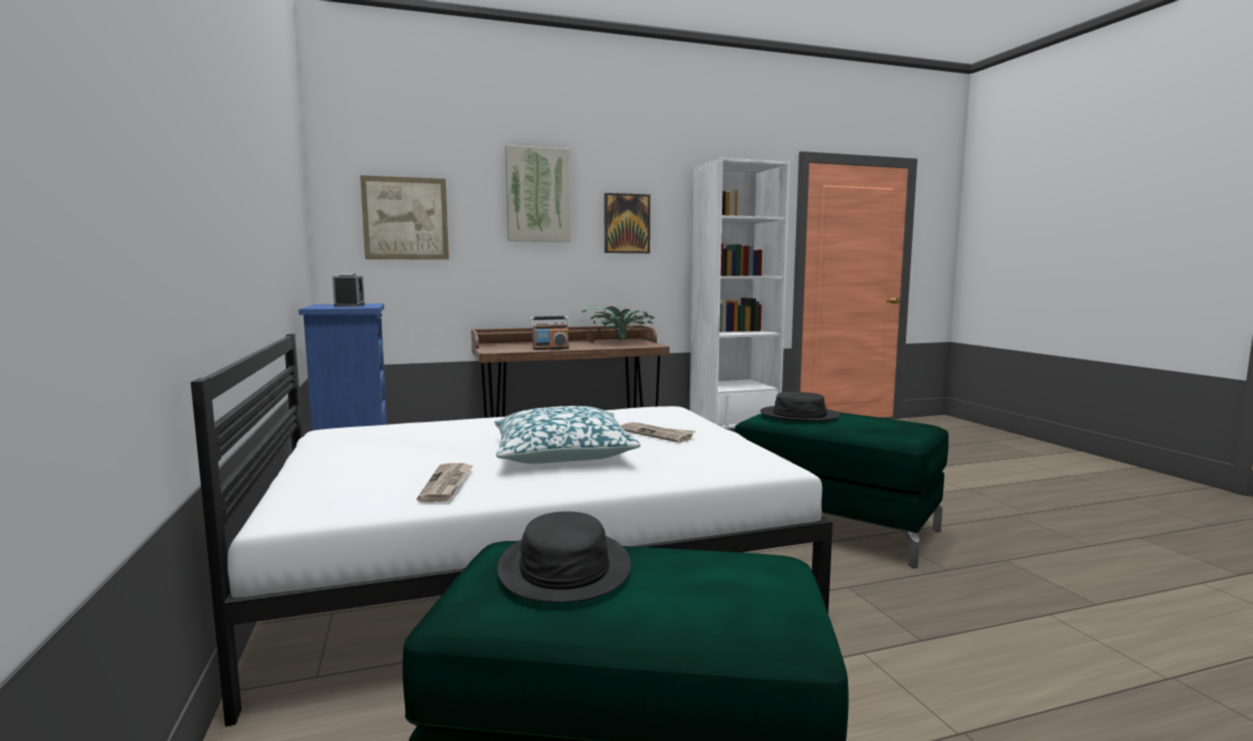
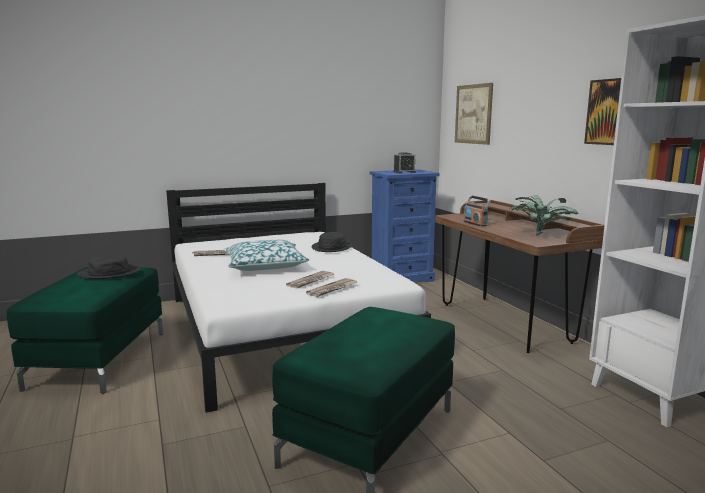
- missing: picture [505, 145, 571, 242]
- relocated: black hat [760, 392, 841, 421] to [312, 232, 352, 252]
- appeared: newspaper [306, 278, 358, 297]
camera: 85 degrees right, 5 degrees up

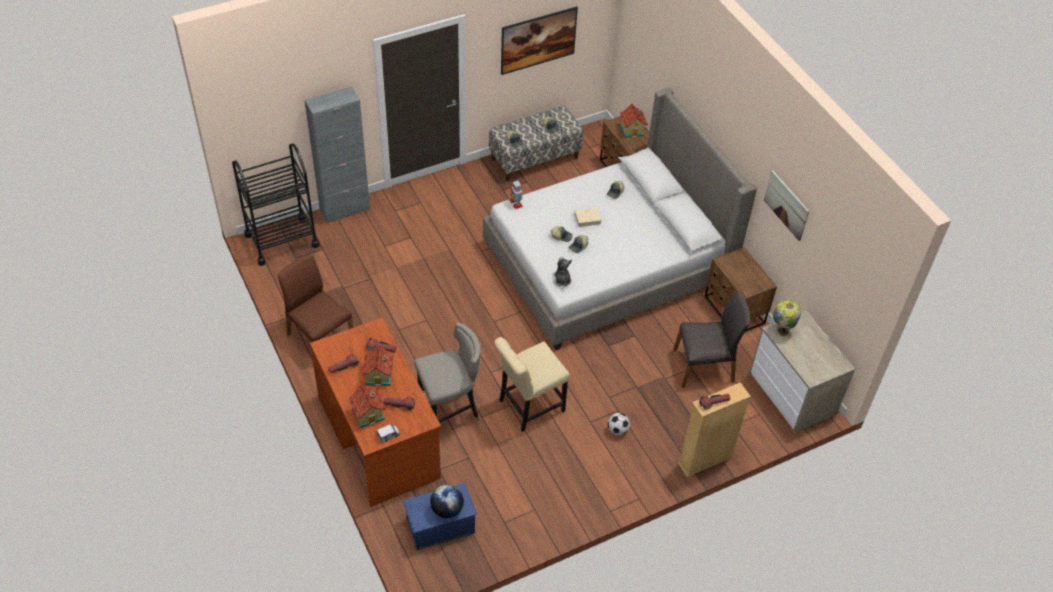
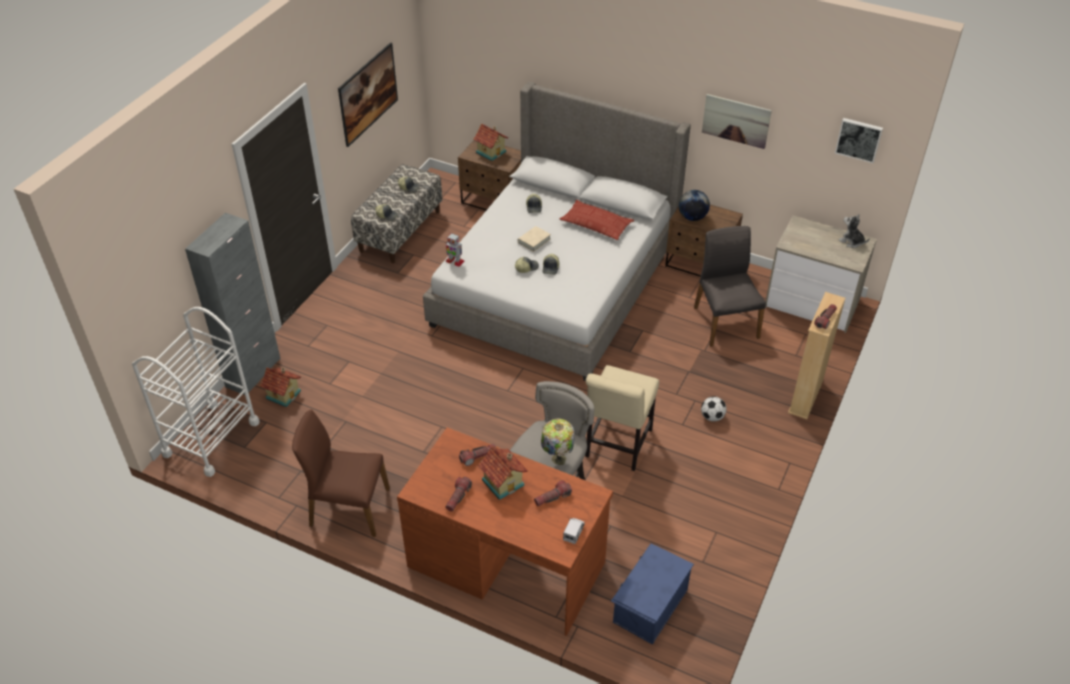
- colour: black cart [232, 143, 319, 266] to white cart [132, 307, 260, 477]
- relocated: plush toy [553, 256, 572, 286] to [839, 214, 870, 248]
- spun: grey chair [673, 291, 750, 388] = [694, 226, 766, 347] 60 degrees counterclockwise
- relocated: table lamp [773, 299, 801, 336] to [541, 419, 575, 465]
- relocated: toy house [348, 385, 386, 428] to [260, 367, 301, 407]
- relocated: globe [430, 485, 464, 518] to [679, 190, 710, 221]
- appeared: picture [835, 118, 883, 163]
- appeared: pillow [560, 200, 634, 240]
camera: 35 degrees left, 5 degrees down

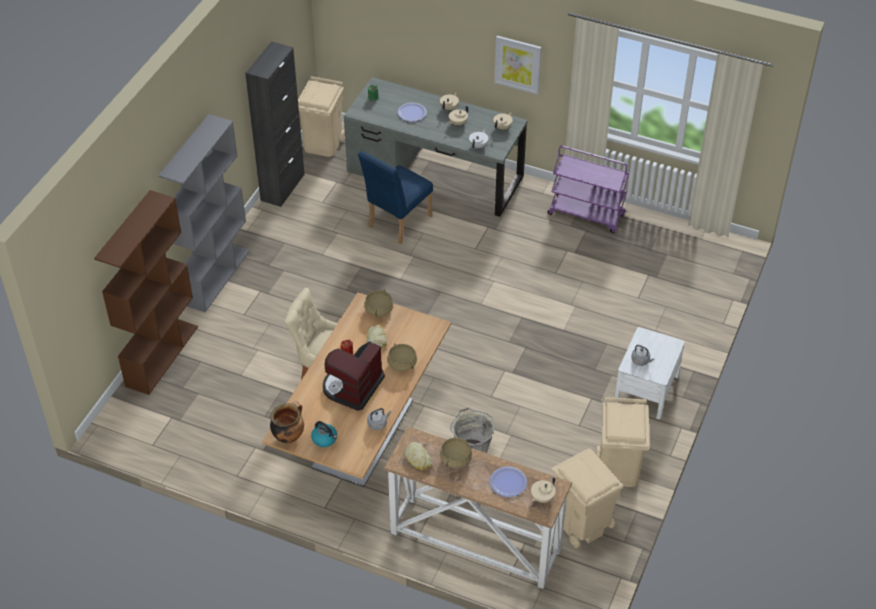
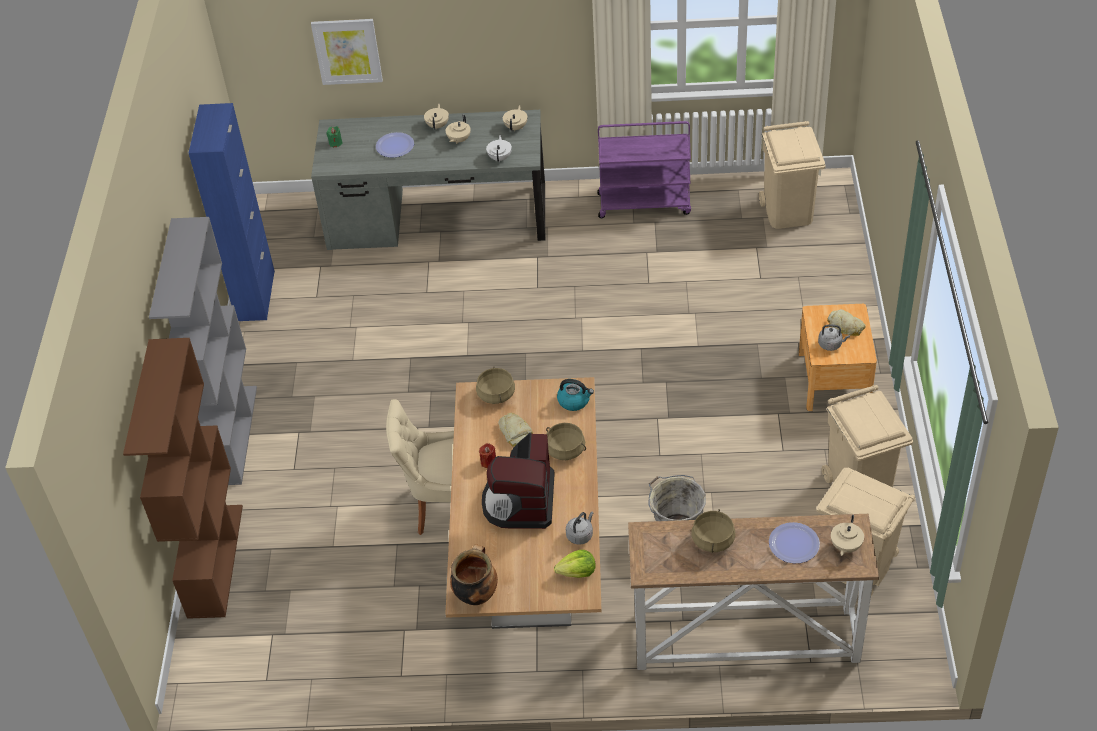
- relocated: picture [494, 36, 541, 95] to [311, 19, 383, 85]
- colour: black cabinet [245, 41, 305, 207] to blue cabinet [189, 103, 275, 321]
- relocated: beige trash can [298, 76, 345, 157] to [759, 121, 825, 229]
- missing: blue chair [358, 151, 433, 244]
- colour: white nightstand [614, 327, 685, 419] to brown nightstand [799, 304, 877, 411]
- relocated: kettle [311, 421, 337, 447] to [557, 379, 594, 411]
- relocated: bread [404, 442, 432, 471] to [827, 309, 866, 336]
- appeared: lettuce [554, 550, 596, 578]
camera: 20 degrees left, 0 degrees up

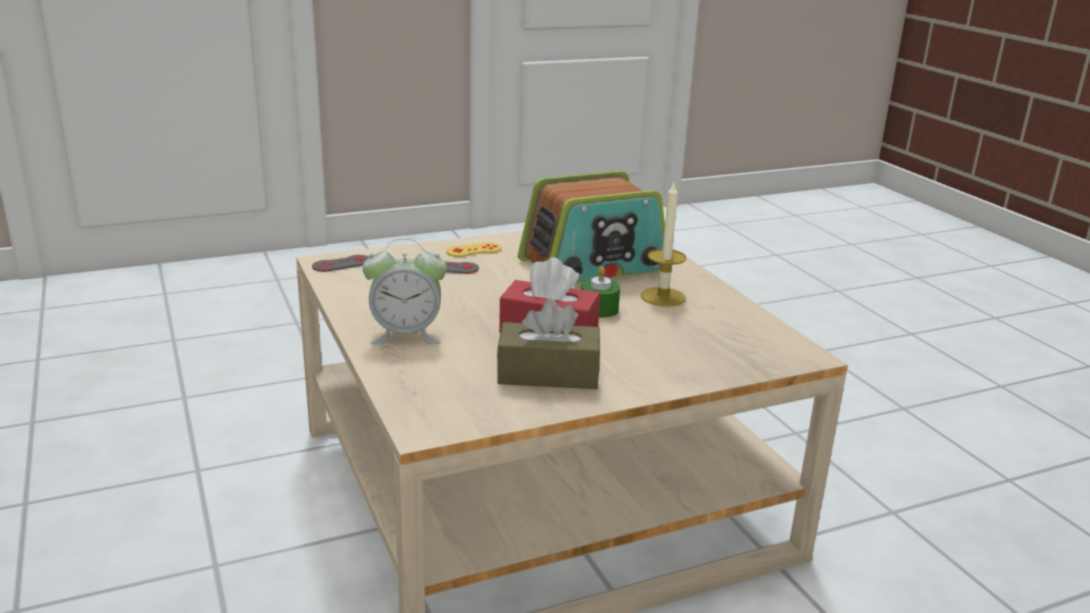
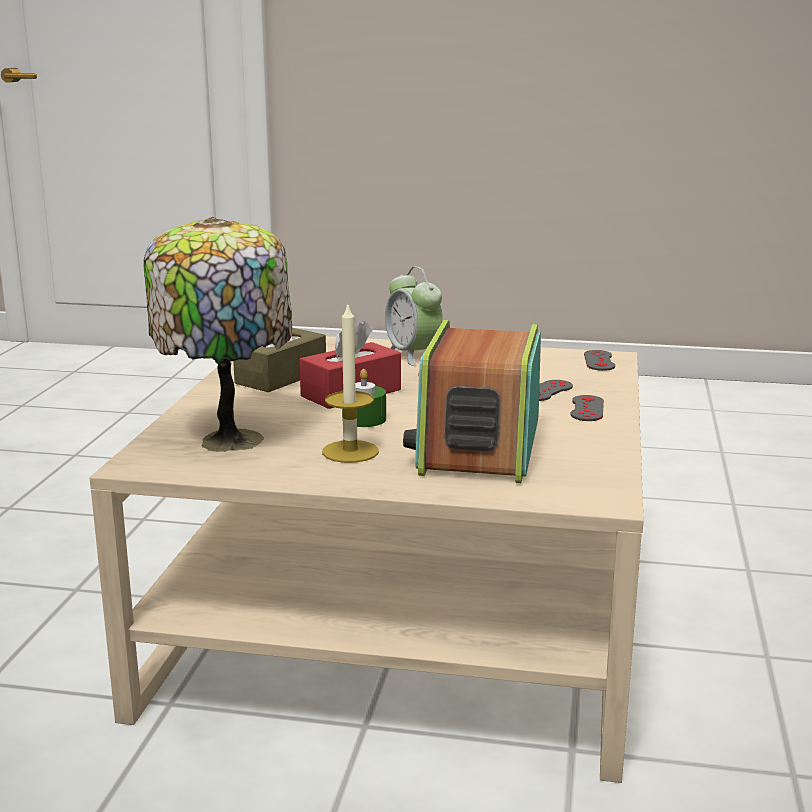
- spun: alarm clock [362, 239, 447, 344] = [385, 267, 443, 366] 60 degrees counterclockwise
- colour: yellow game controller [446, 243, 502, 257] to grey game controller [570, 395, 604, 421]
- appeared: table lamp [144, 217, 292, 452]
camera: 125 degrees right, 5 degrees down

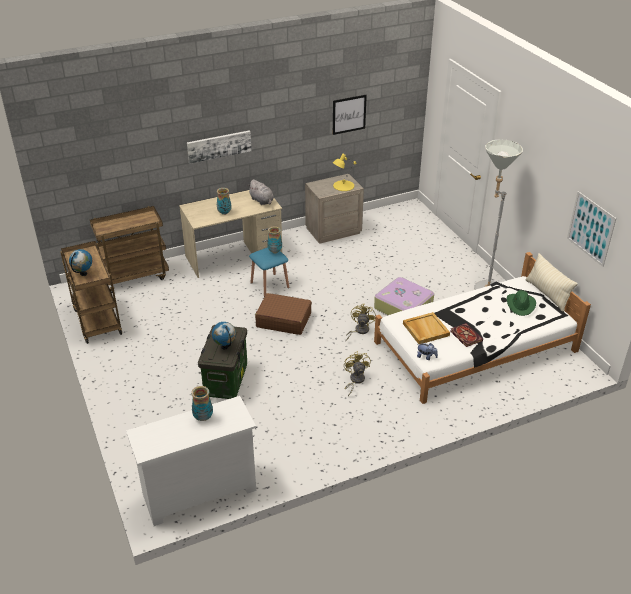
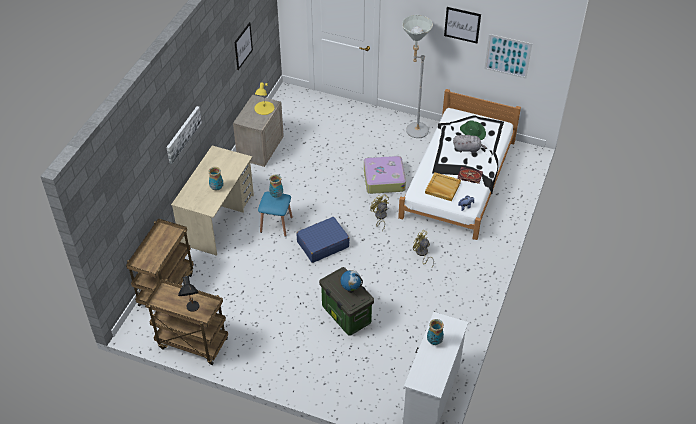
- relocated: grey plush toy [247, 179, 274, 205] to [453, 135, 487, 153]
- exchanged: globe [69, 249, 92, 276] to black table lamp [178, 276, 199, 312]
- missing: beige pillow [525, 253, 578, 312]
- colour: brown suitcase [255, 293, 312, 335] to blue suitcase [297, 217, 350, 263]
- appeared: picture [444, 7, 481, 43]
camera: 45 degrees left, 10 degrees up

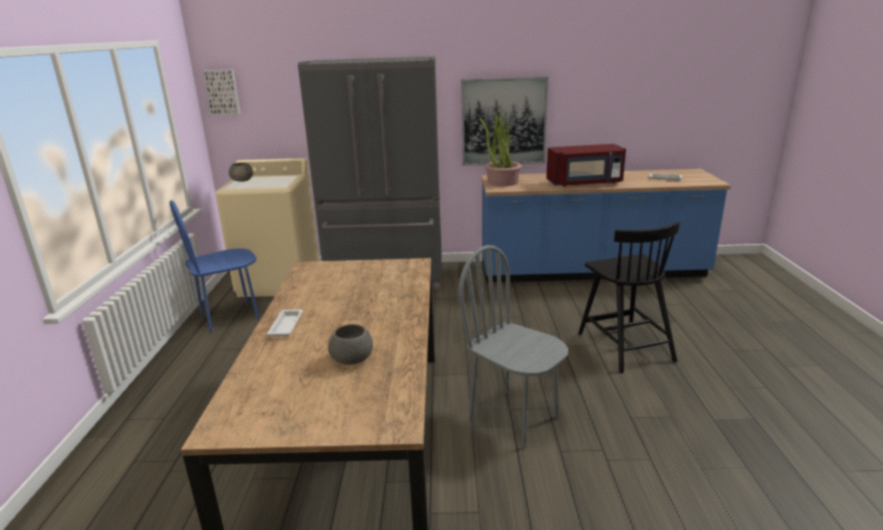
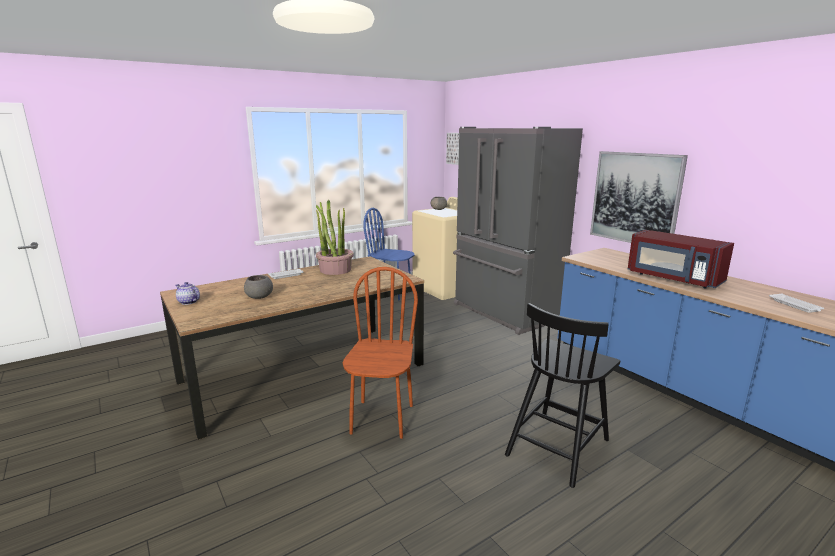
- relocated: potted plant [479, 113, 522, 186] to [316, 200, 354, 275]
- colour: grey chair [458, 245, 568, 448] to brown chair [343, 267, 418, 439]
- appeared: teapot [176, 282, 200, 305]
camera: 55 degrees right, 5 degrees down

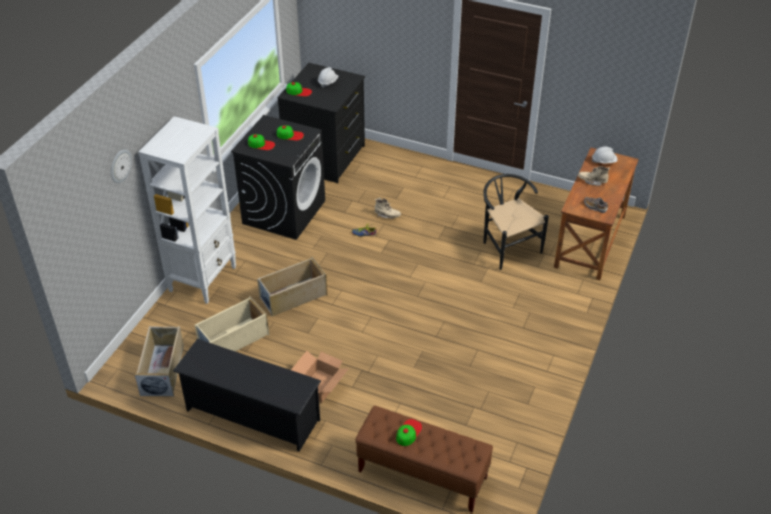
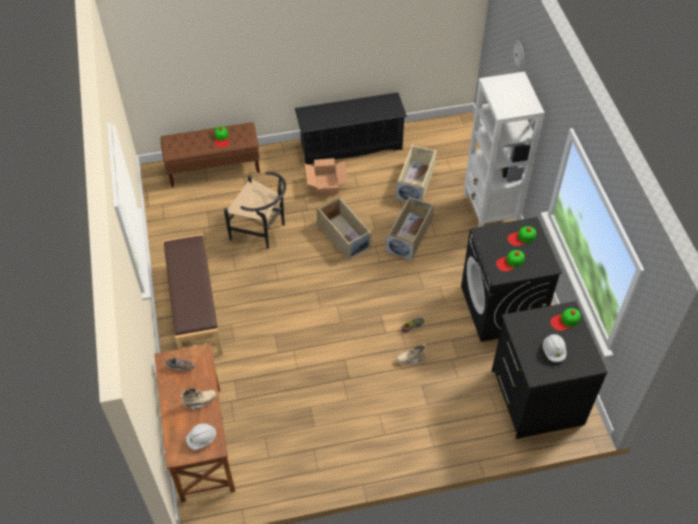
- relocated: black chair [483, 174, 549, 270] to [224, 172, 286, 249]
- relocated: beige storage box [135, 326, 184, 397] to [316, 196, 371, 260]
- appeared: brown bench [163, 234, 223, 356]
camera: 145 degrees right, 10 degrees up

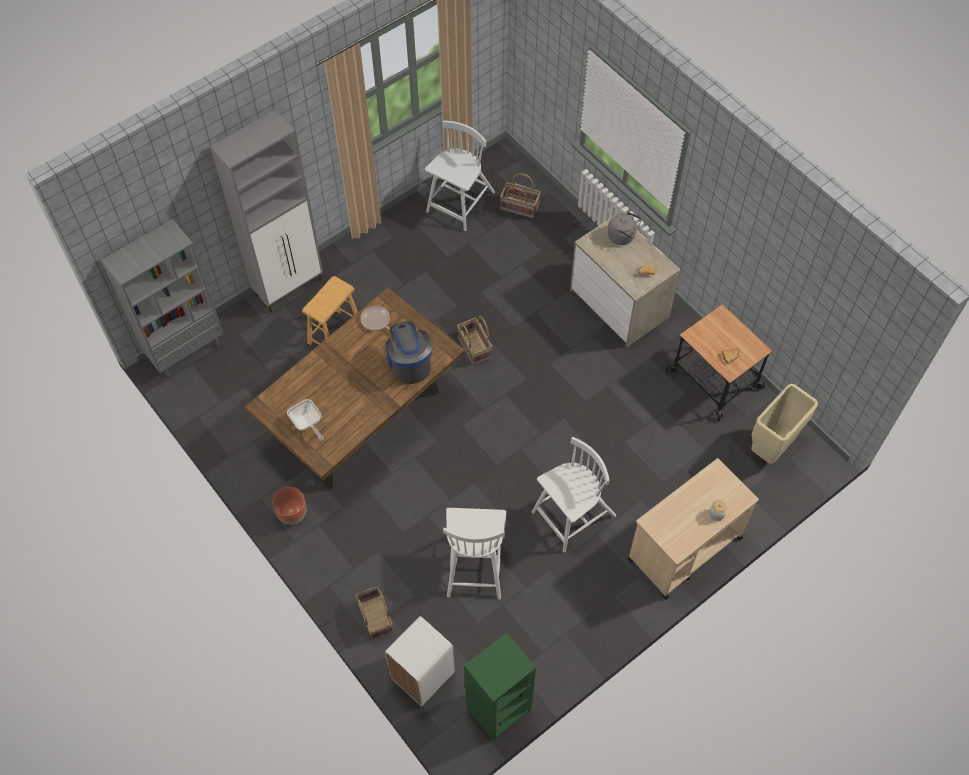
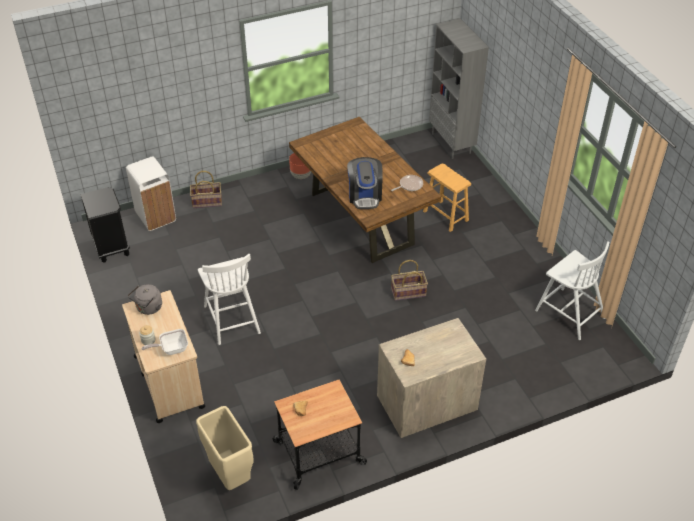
- missing: grey cabinet [210, 110, 323, 313]
- missing: basket [500, 173, 540, 218]
- relocated: grey kettle [608, 211, 642, 245] to [128, 284, 162, 315]
- spun: coffee machine [385, 322, 432, 384] = [347, 157, 383, 209] 90 degrees clockwise
- relocated: frying pan [287, 399, 323, 441] to [142, 329, 188, 355]
- missing: white chair [443, 508, 507, 600]
- exchanged: green bookcase [464, 633, 536, 741] to black nightstand [80, 187, 130, 263]
camera: 105 degrees right, 15 degrees down

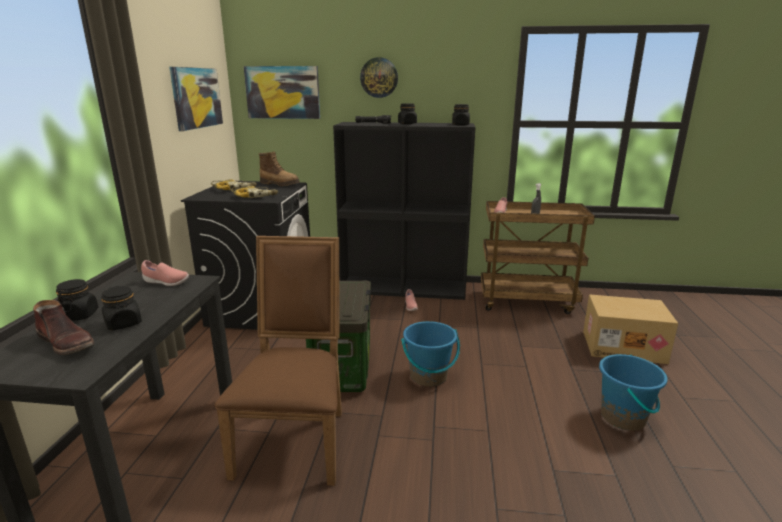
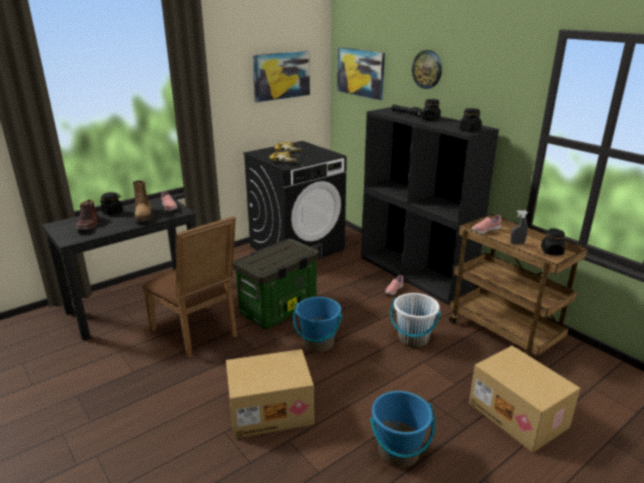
- relocated: boot [259, 152, 300, 186] to [133, 180, 153, 221]
- spun: brown chair [215, 236, 342, 486] = [142, 216, 237, 358] 90 degrees clockwise
- relocated: black jar [101, 286, 142, 330] to [541, 228, 565, 255]
- appeared: white bucket [390, 293, 441, 348]
- appeared: cardboard box [226, 349, 314, 438]
camera: 45 degrees right, 5 degrees up

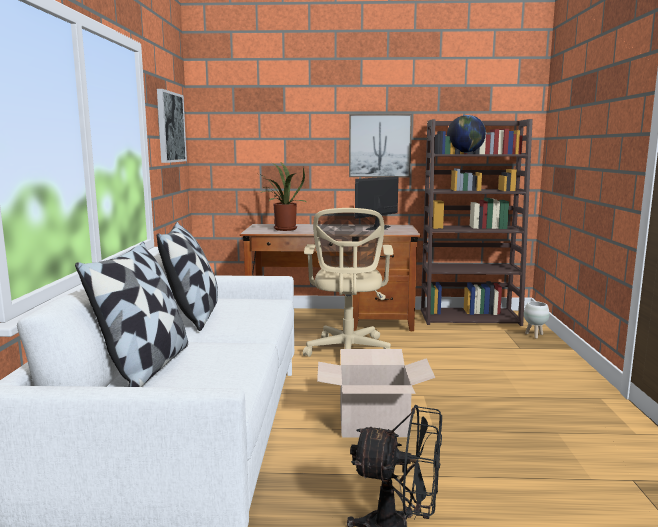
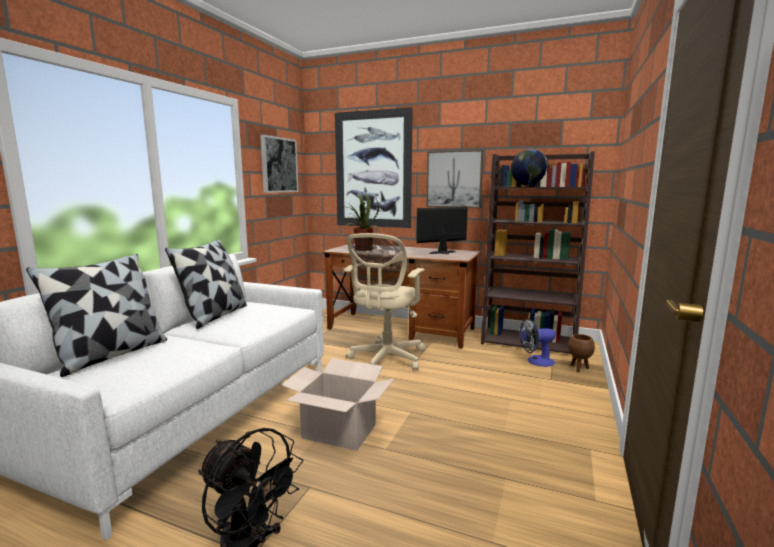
- colour: white planter [524, 301, 550, 339] to brown planter [568, 334, 595, 372]
- appeared: picture [335, 107, 413, 228]
- appeared: fan [520, 318, 556, 367]
camera: 20 degrees right, 0 degrees up

